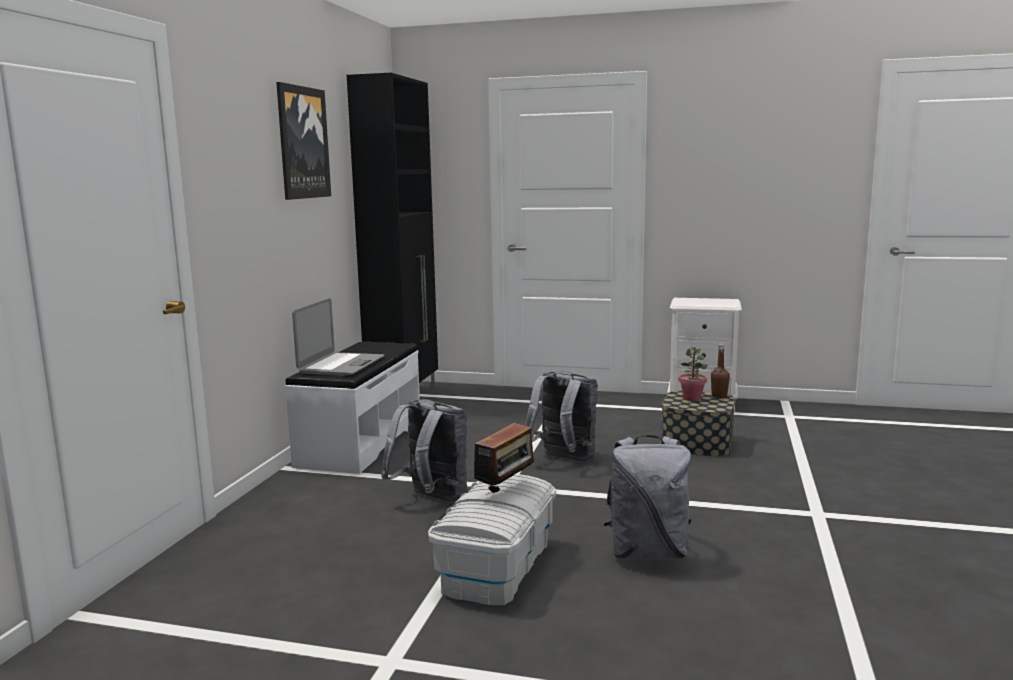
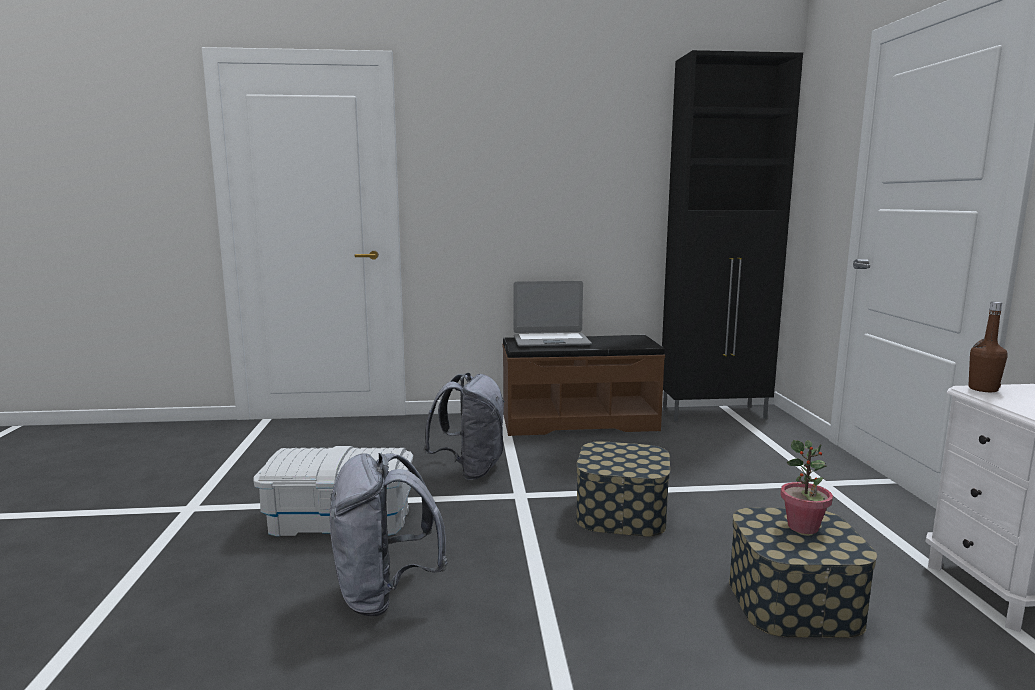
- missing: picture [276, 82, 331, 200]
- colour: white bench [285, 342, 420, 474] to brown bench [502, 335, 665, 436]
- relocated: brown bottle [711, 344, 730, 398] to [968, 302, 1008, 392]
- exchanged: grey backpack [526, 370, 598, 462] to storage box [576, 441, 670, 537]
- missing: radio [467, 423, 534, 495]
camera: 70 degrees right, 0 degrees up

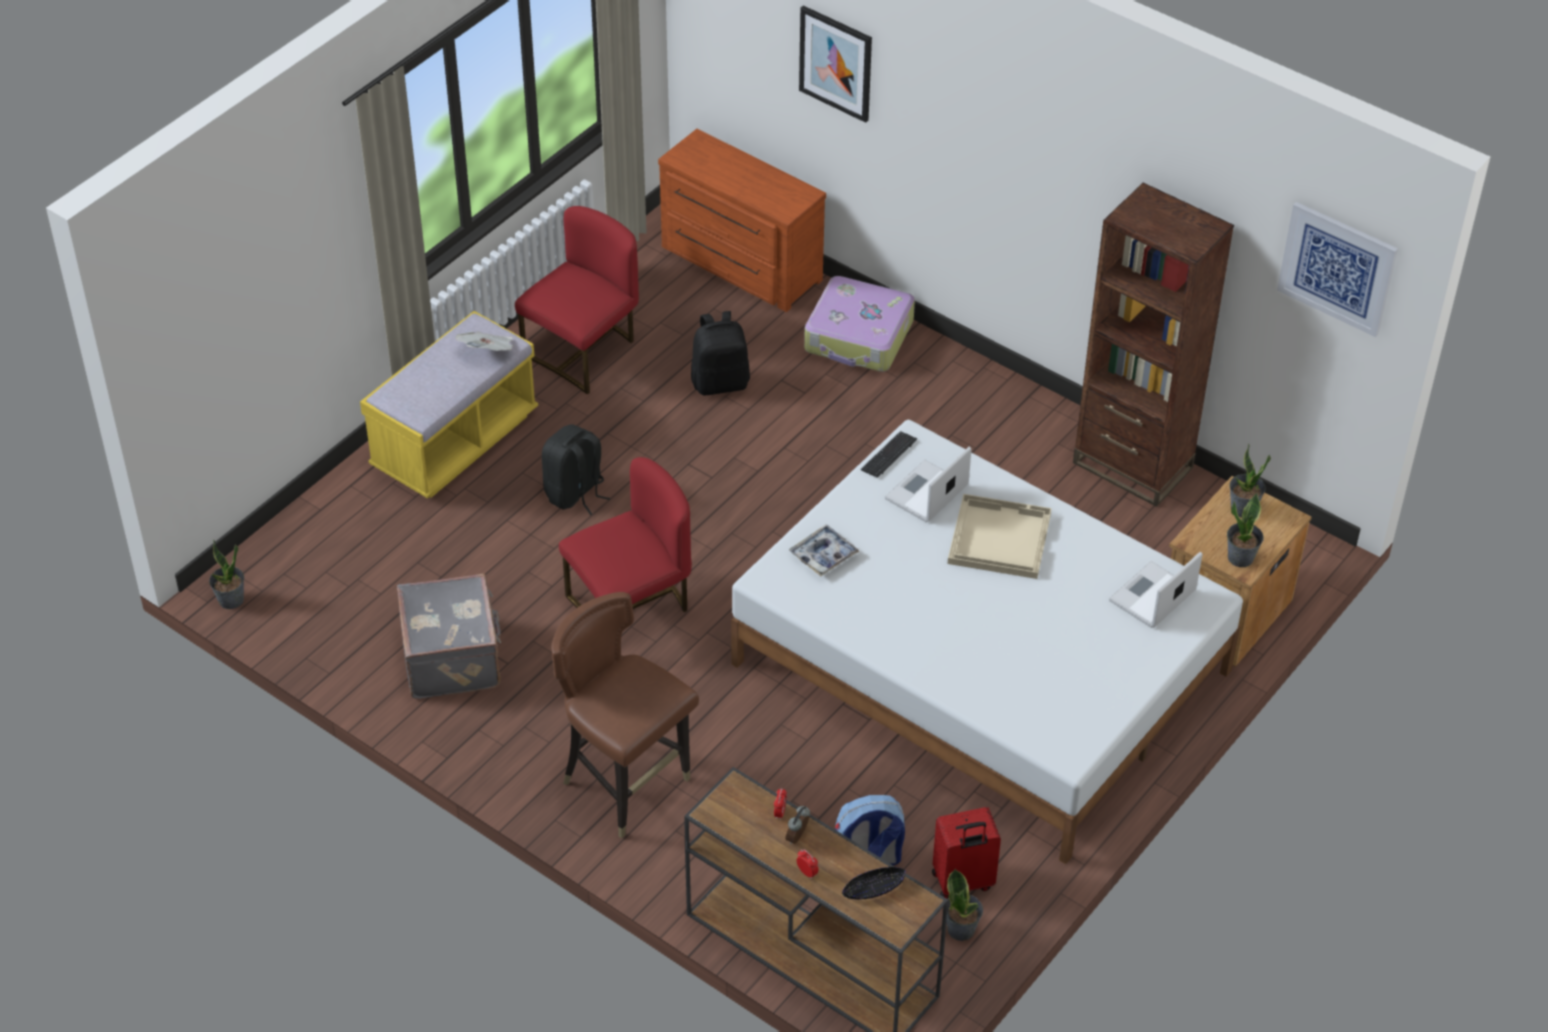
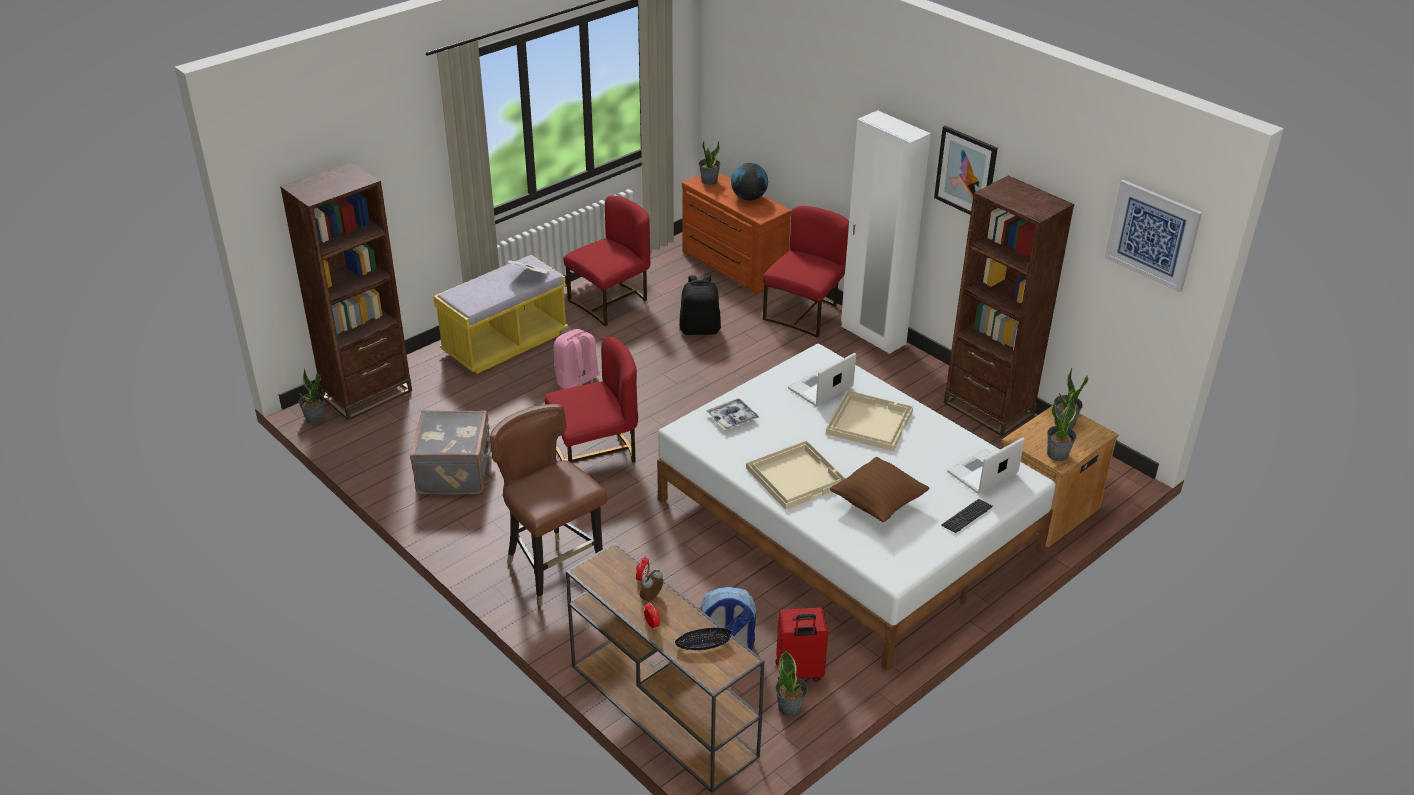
- relocated: picture [799, 6, 872, 123] to [934, 126, 998, 215]
- exchanged: suitcase [804, 276, 915, 372] to red chair [763, 206, 849, 338]
- colour: black backpack [542, 424, 610, 515] to pink backpack [554, 329, 600, 389]
- relocated: keyboard [861, 431, 917, 478] to [941, 499, 992, 533]
- appeared: white wardrobe [841, 110, 931, 354]
- appeared: potted plant [699, 141, 721, 185]
- appeared: brown bookcase [280, 162, 412, 420]
- appeared: globe [731, 163, 768, 200]
- appeared: beige tray [746, 440, 846, 510]
- appeared: brown pillow [830, 457, 929, 522]
camera: 10 degrees right, 10 degrees down

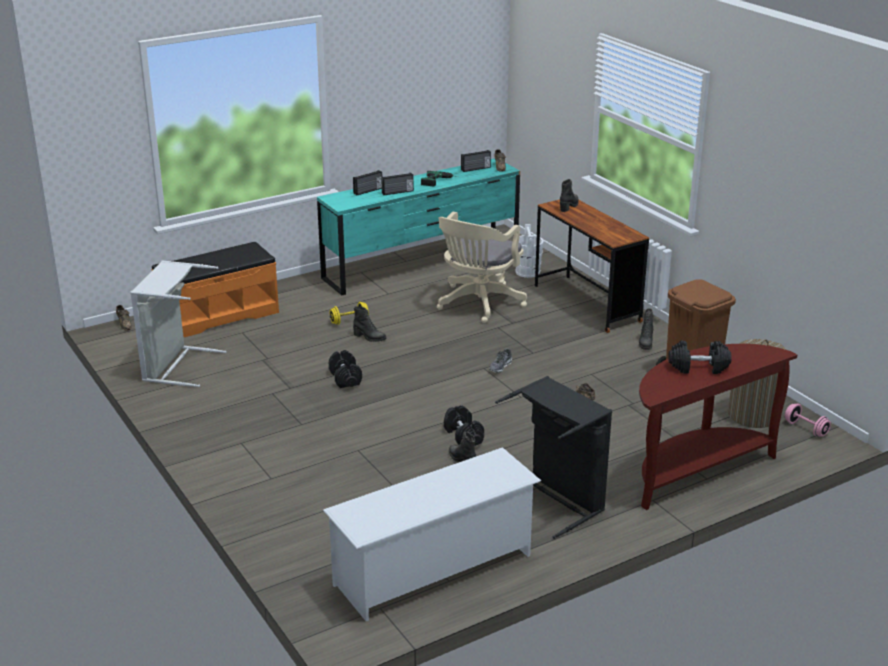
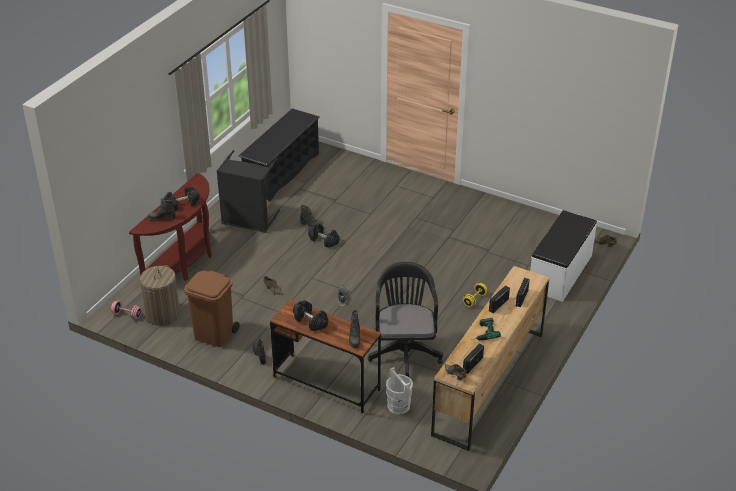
- colour: turquoise dresser [317, 158, 520, 296] to brown dresser [431, 266, 549, 451]
- colour: beige office chair [437, 212, 527, 323] to black office chair [368, 262, 443, 377]
- colour: orange bench [152, 242, 279, 337] to white bench [530, 210, 597, 302]
- missing: grey laundry basket [130, 261, 227, 387]
- relocated: black boot [353, 306, 386, 342] to [148, 198, 175, 221]
- relocated: black dumbbell [329, 350, 362, 388] to [293, 300, 328, 331]
- colour: white shoe rack [323, 447, 541, 621] to black shoe rack [238, 108, 320, 202]
camera: 150 degrees right, 10 degrees up

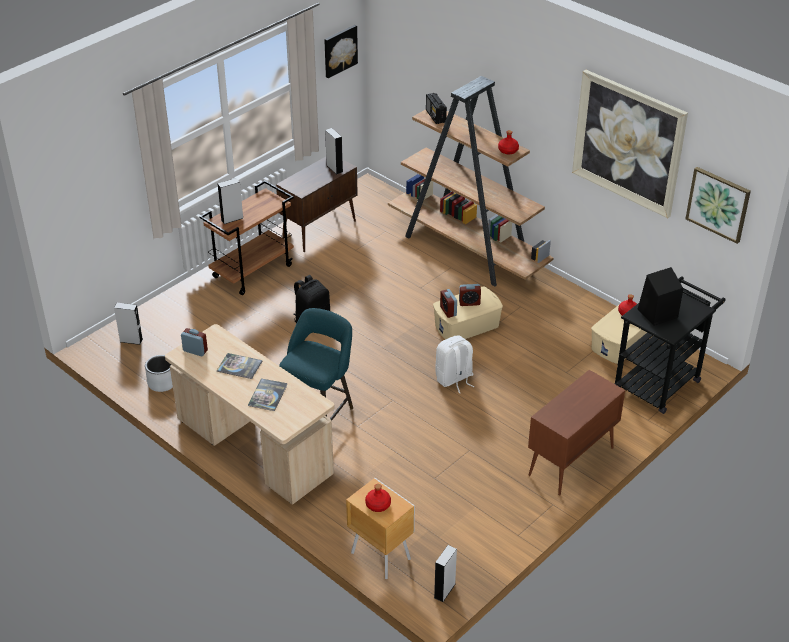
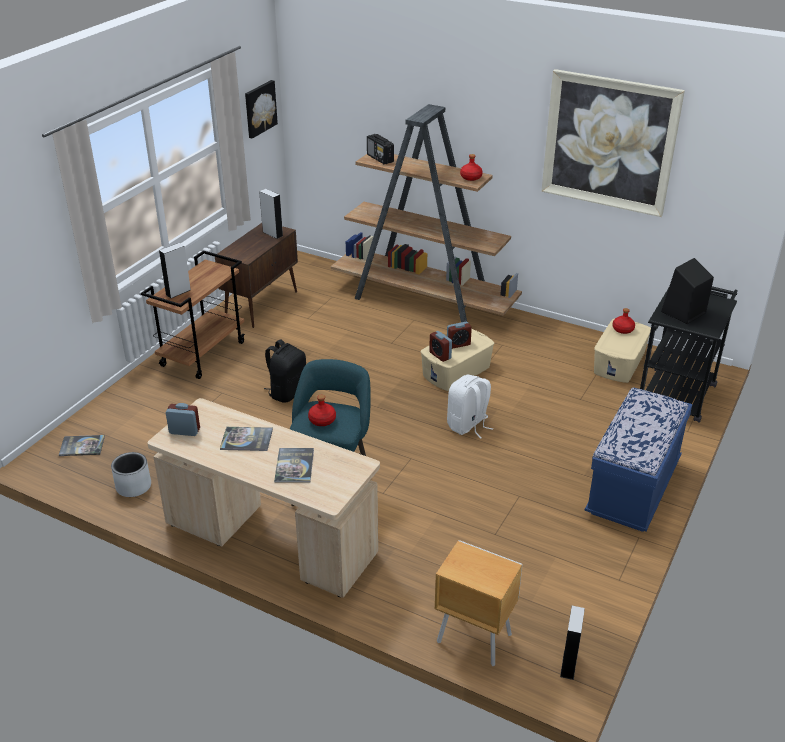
- missing: picture [685, 167, 751, 244]
- exchanged: grey speaker [114, 303, 143, 345] to book [59, 435, 105, 456]
- exchanged: brown cabinet [528, 370, 625, 496] to blue bench [584, 387, 692, 532]
- relocated: red bottle [365, 484, 391, 512] to [308, 395, 336, 426]
camera: 15 degrees left, 5 degrees down

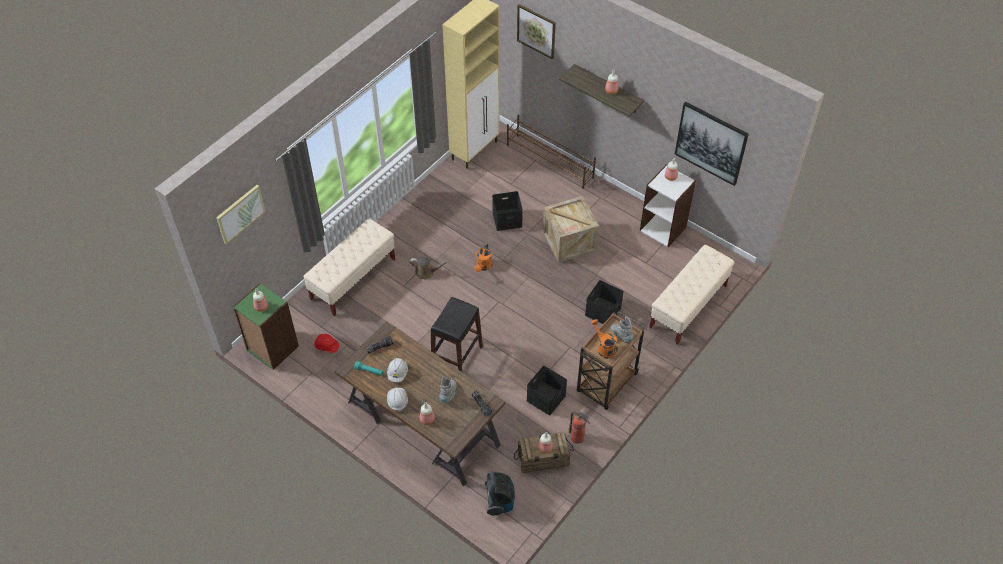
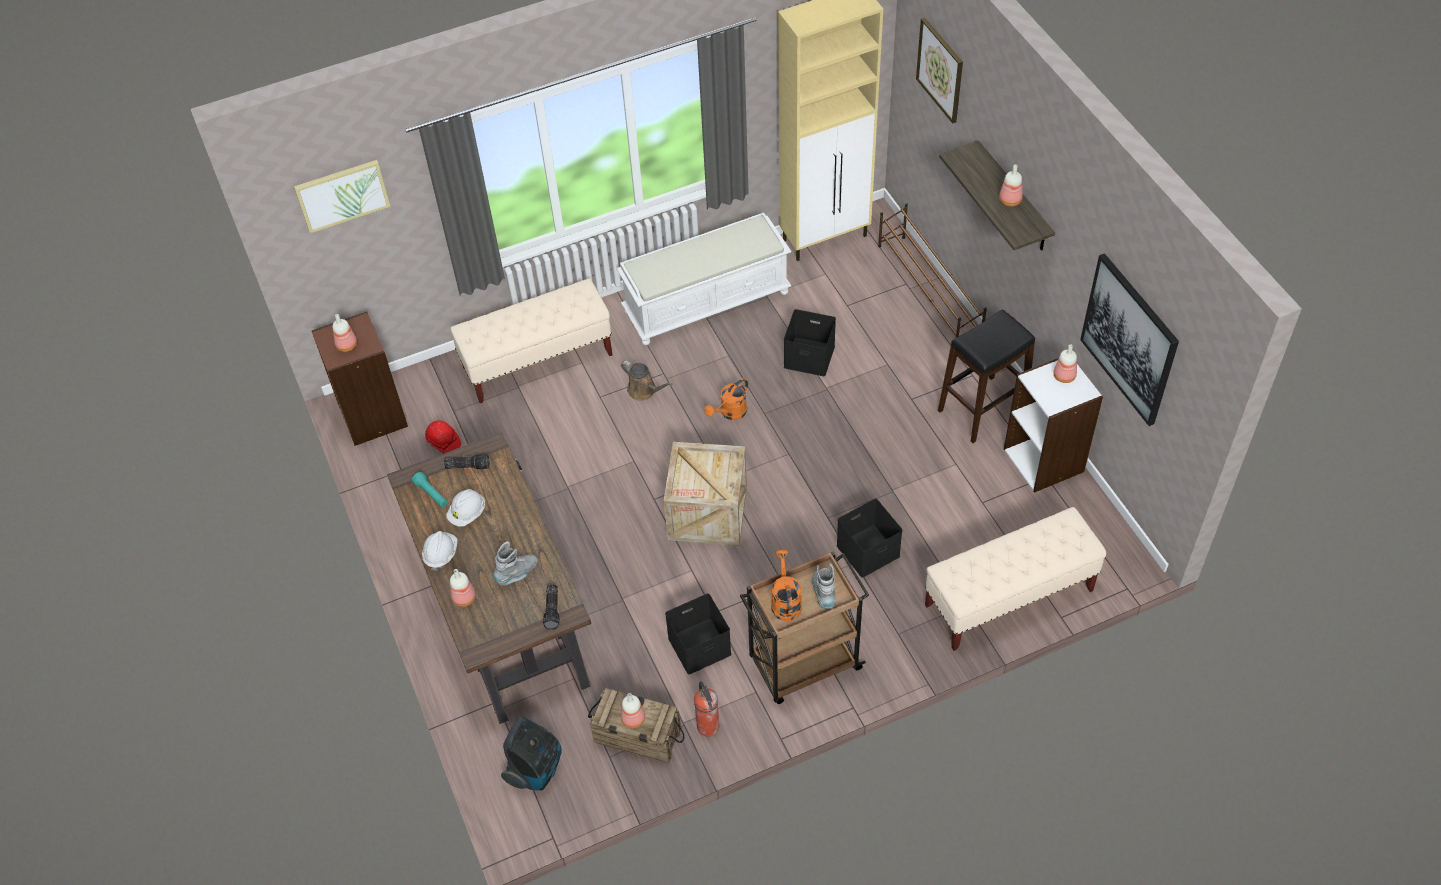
- relocated: crate [543, 196, 599, 263] to [664, 442, 747, 546]
- colour: green bookcase [233, 283, 299, 370] to brown bookcase [311, 312, 408, 446]
- relocated: black stool [431, 297, 483, 372] to [938, 310, 1035, 443]
- appeared: white bench [616, 212, 792, 345]
camera: 30 degrees right, 0 degrees up

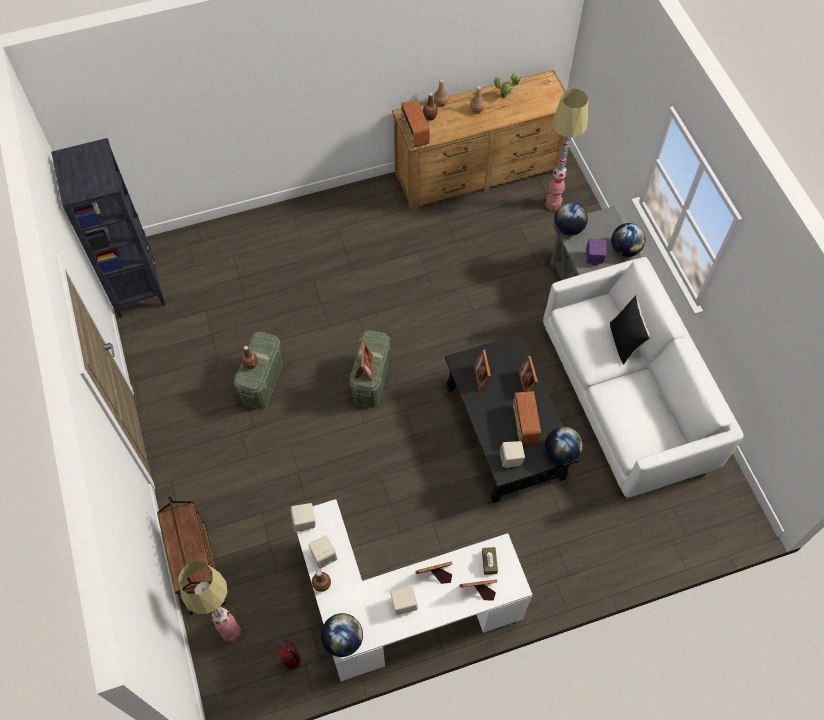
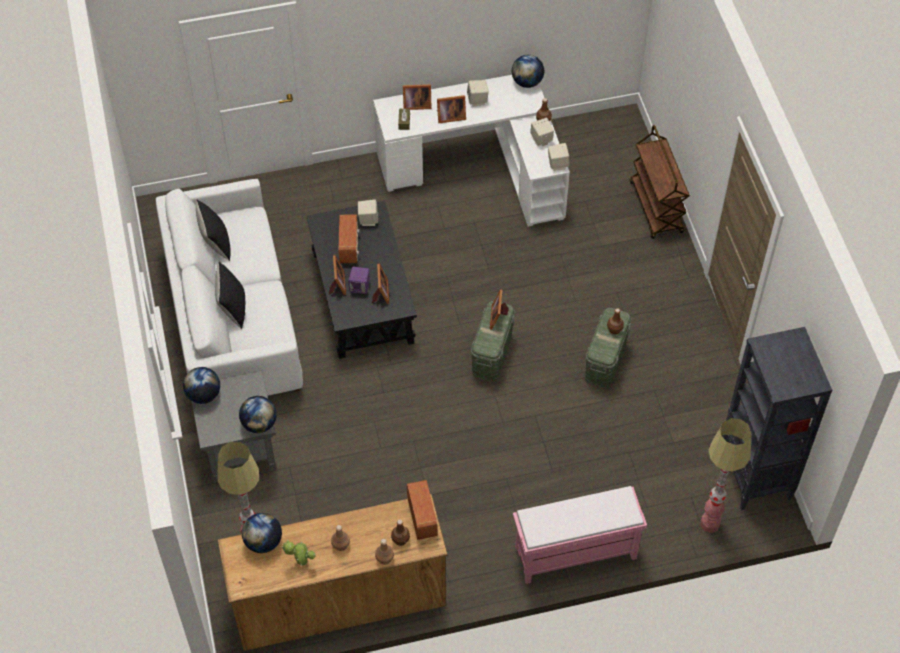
- relocated: purple speaker [586, 239, 606, 265] to [349, 267, 370, 294]
- relocated: globe [545, 427, 583, 464] to [242, 513, 282, 553]
- relocated: floor lamp [178, 561, 241, 642] to [700, 418, 751, 533]
- missing: fire extinguisher [275, 638, 301, 669]
- appeared: black pillow [196, 199, 231, 261]
- appeared: pink bench [513, 486, 647, 584]
camera: 175 degrees left, 5 degrees down

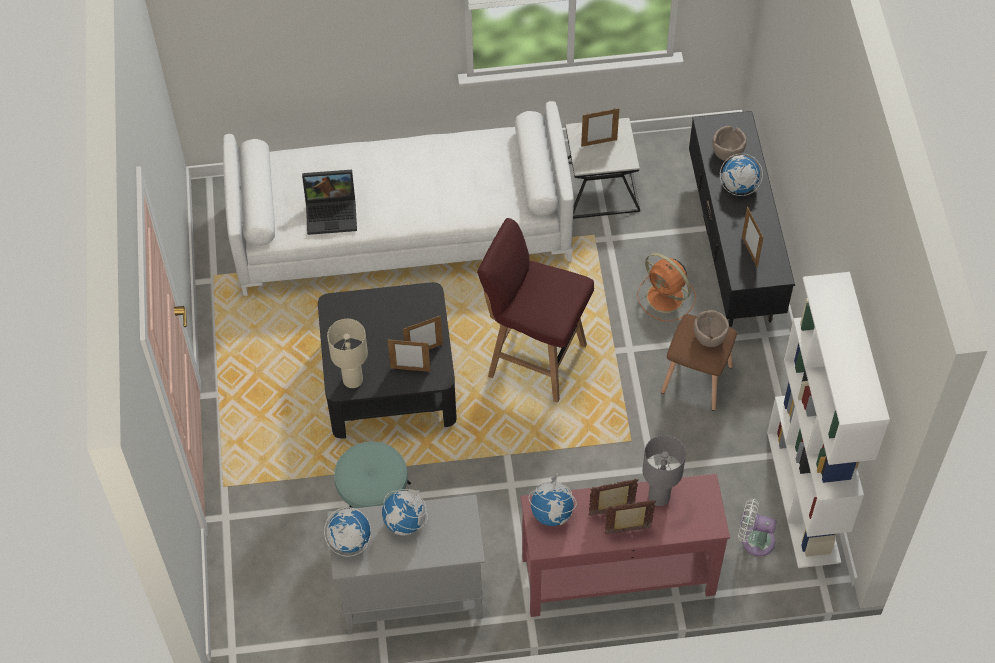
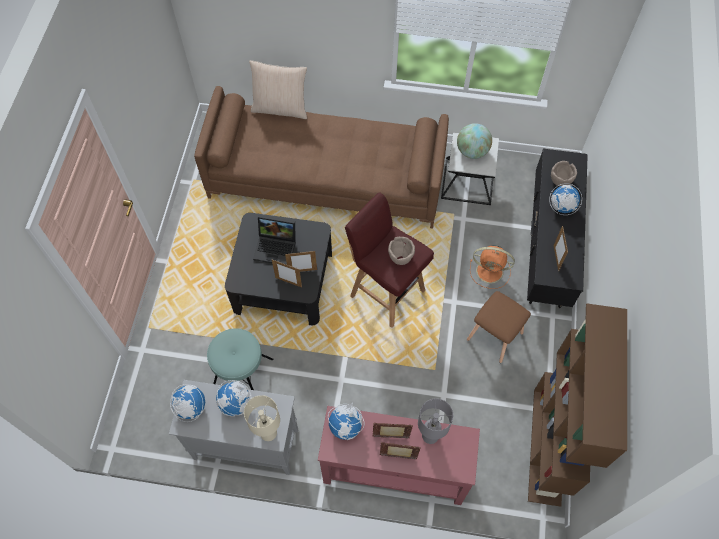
- colour: white sofa [223, 101, 574, 296] to brown sofa [194, 86, 449, 229]
- exchanged: picture frame [581, 108, 619, 147] to globe [457, 123, 492, 159]
- relocated: laptop [302, 170, 357, 235] to [253, 215, 296, 265]
- spun: orange fan [637, 253, 696, 321] = [470, 245, 515, 289] 45 degrees counterclockwise
- colour: white bookcase [767, 272, 890, 568] to brown bookcase [528, 304, 627, 507]
- relocated: brown bowl [694, 310, 729, 347] to [388, 237, 415, 265]
- relocated: beige table lamp [327, 319, 368, 388] to [244, 395, 280, 441]
- missing: white fan [738, 498, 777, 556]
- appeared: beige pillow [249, 60, 307, 119]
camera: 15 degrees right, 5 degrees up

